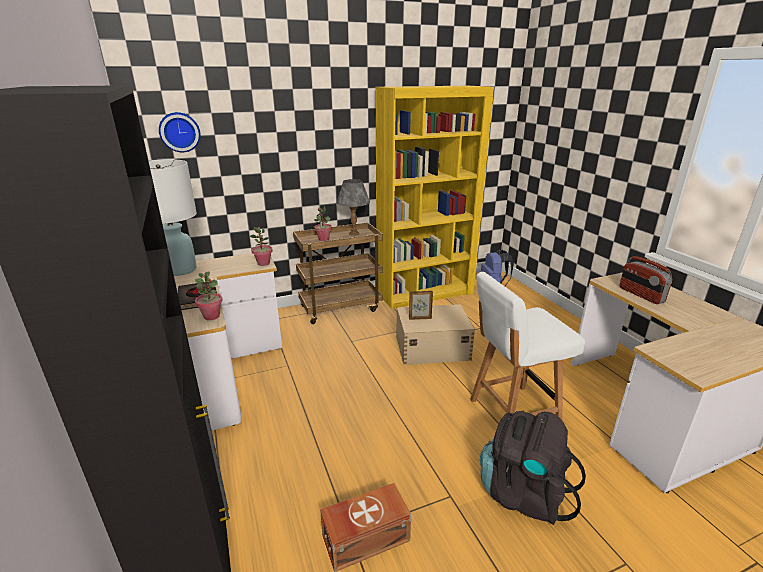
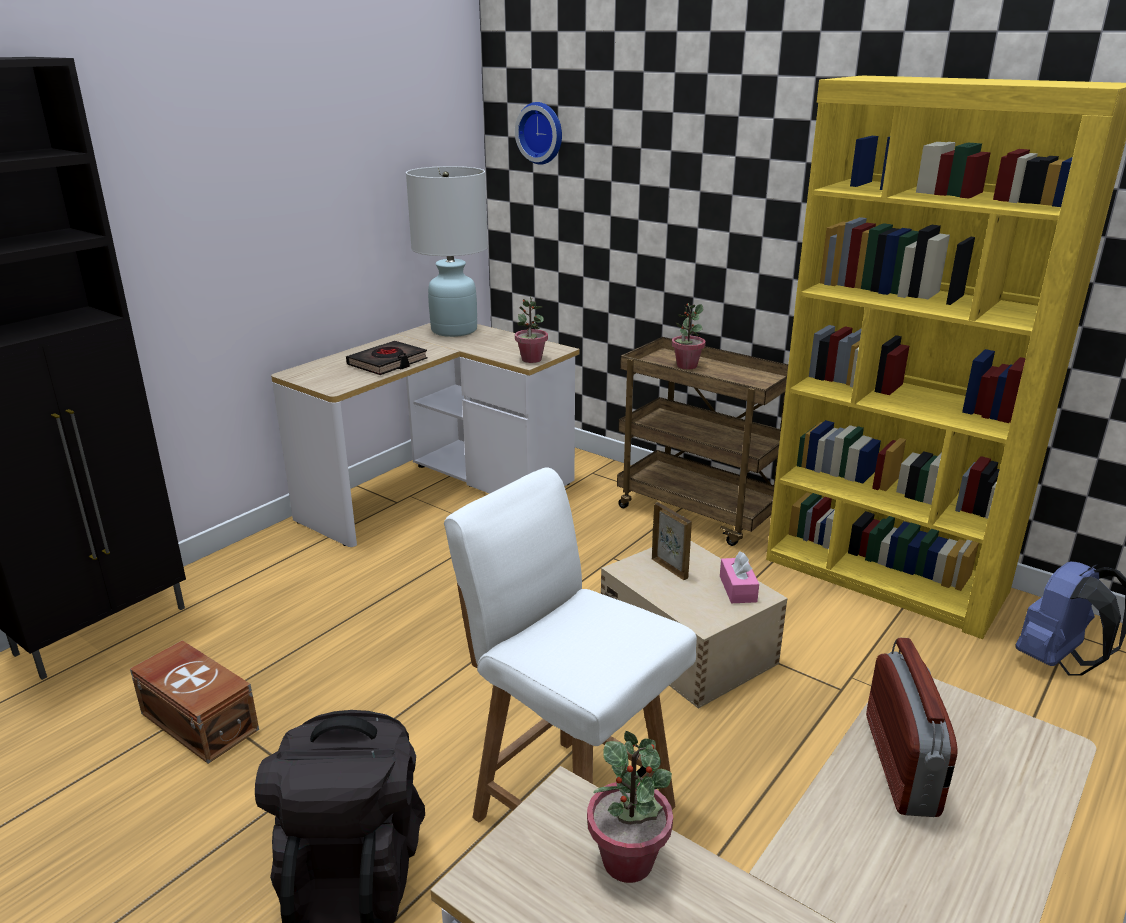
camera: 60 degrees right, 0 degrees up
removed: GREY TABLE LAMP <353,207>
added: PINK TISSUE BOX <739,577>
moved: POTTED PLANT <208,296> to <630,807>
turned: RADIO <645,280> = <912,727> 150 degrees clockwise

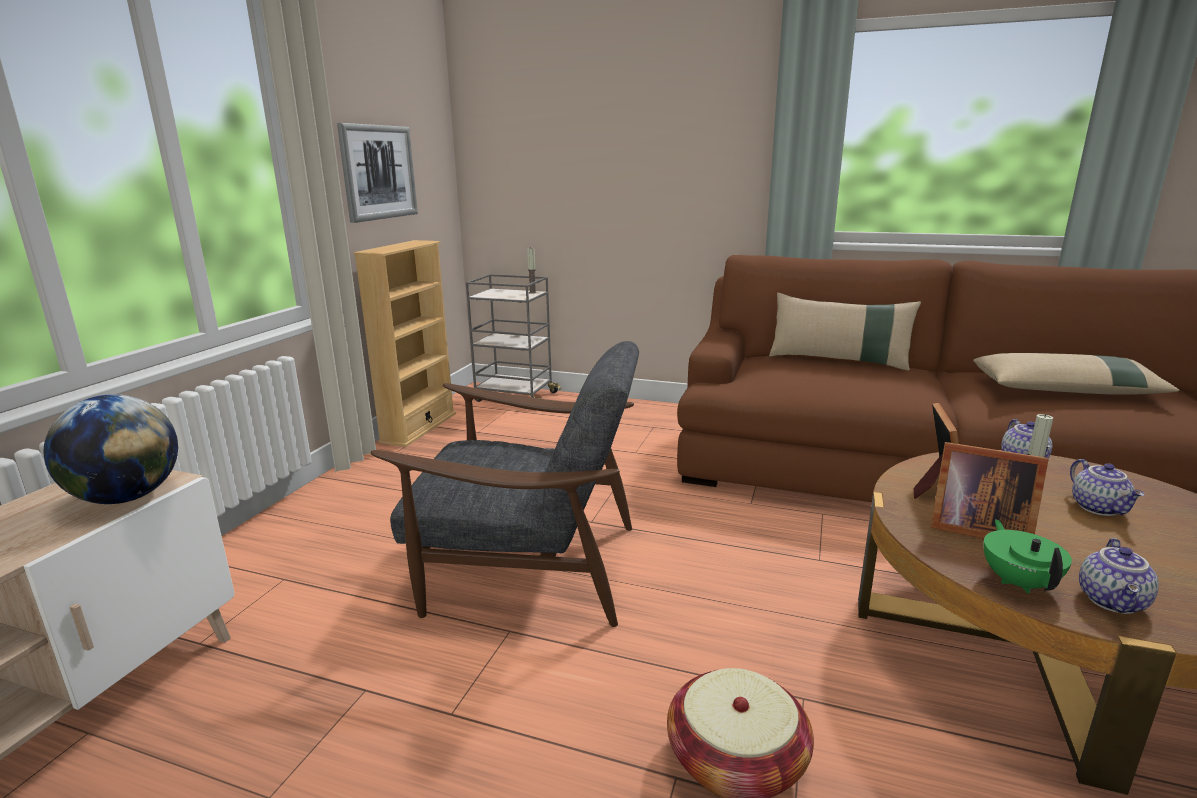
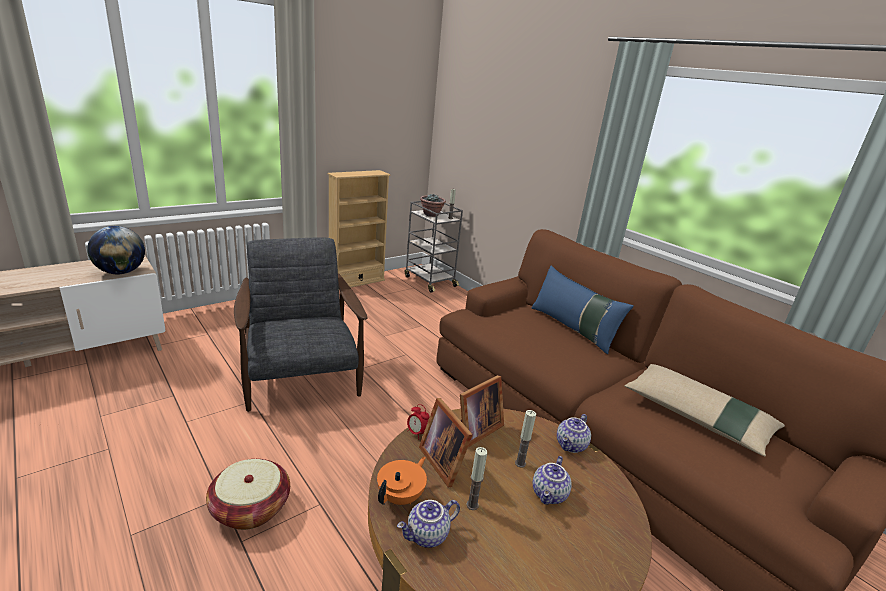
camera: 30 degrees right, 5 degrees up
removed: PICTURE <377,173>
added: POTTED PLANT <433,205>; ALARM CLOCK <418,421>; CANDLE <476,478>
recoloured: BEIGE PILLOW <845,332> to BLUE PILLOW <583,310>; GREEN TEAPOT <1027,556> to ORANGE TEAPOT <402,480>
turned: GREY ARMCHAIR <505,484> = <301,324> 150 degrees counterclockwise

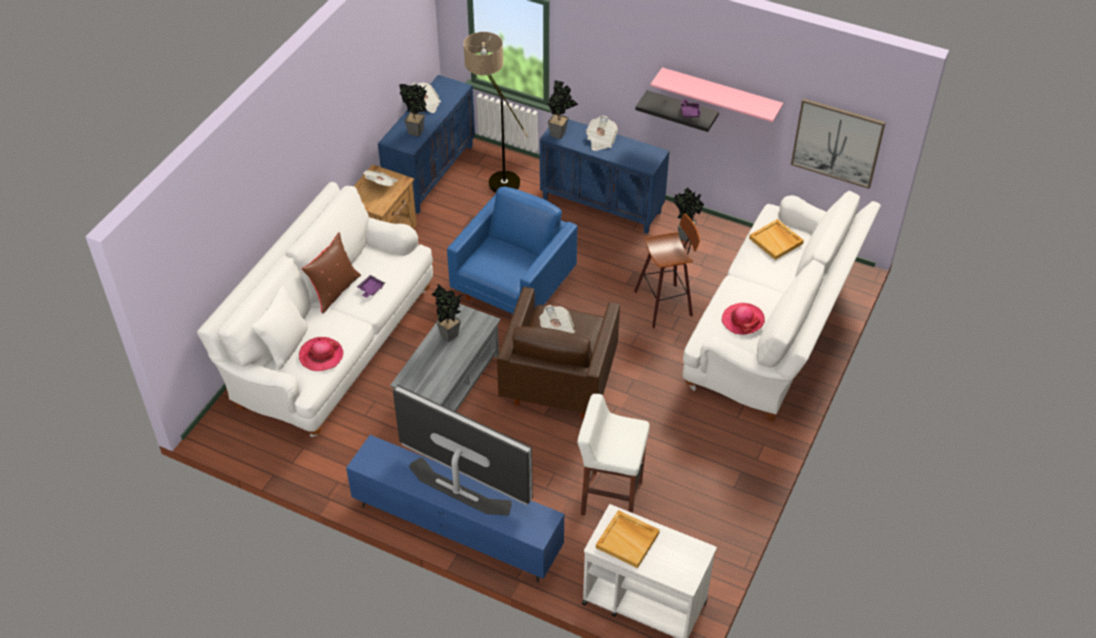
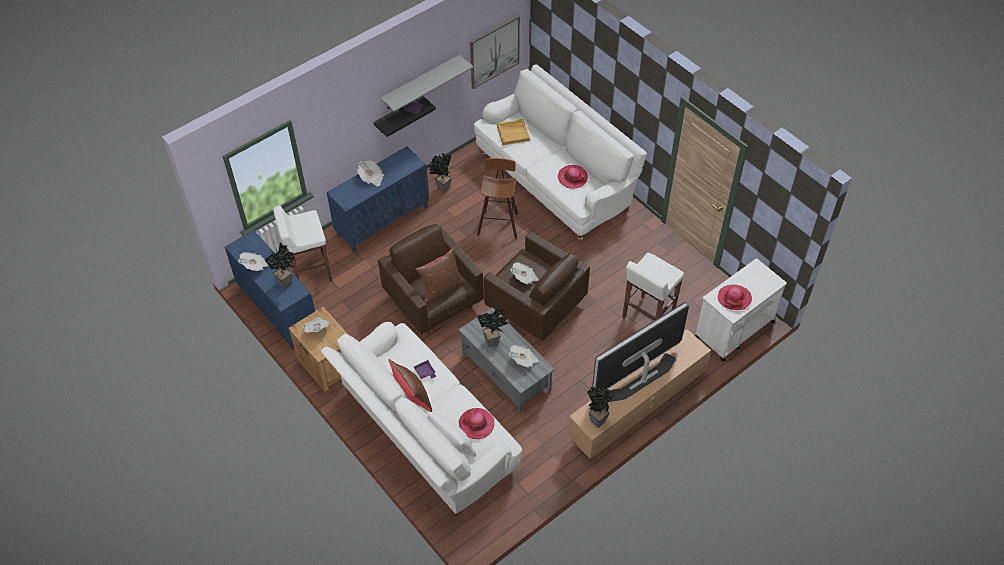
camera: 65 degrees left, 5 degrees up
added: BROWN PILLOW <440,275>; NEWSPAPER <524,356>
moved: POTTED PLANT <562,109> to <600,406>
replaced: FLOOR LAMP <496,112> to WHITE STOOL <302,243>; BEIGE TRAY <628,539> to HAT <735,297>
recoloured: PINK SHELF <716,94> to GREY SHELF <427,83>; BLUE ARMCHAIR <512,250> to BROWN ARMCHAIR <431,279>; BLUE TV STAND <455,508> to BROWN TV STAND <639,395>

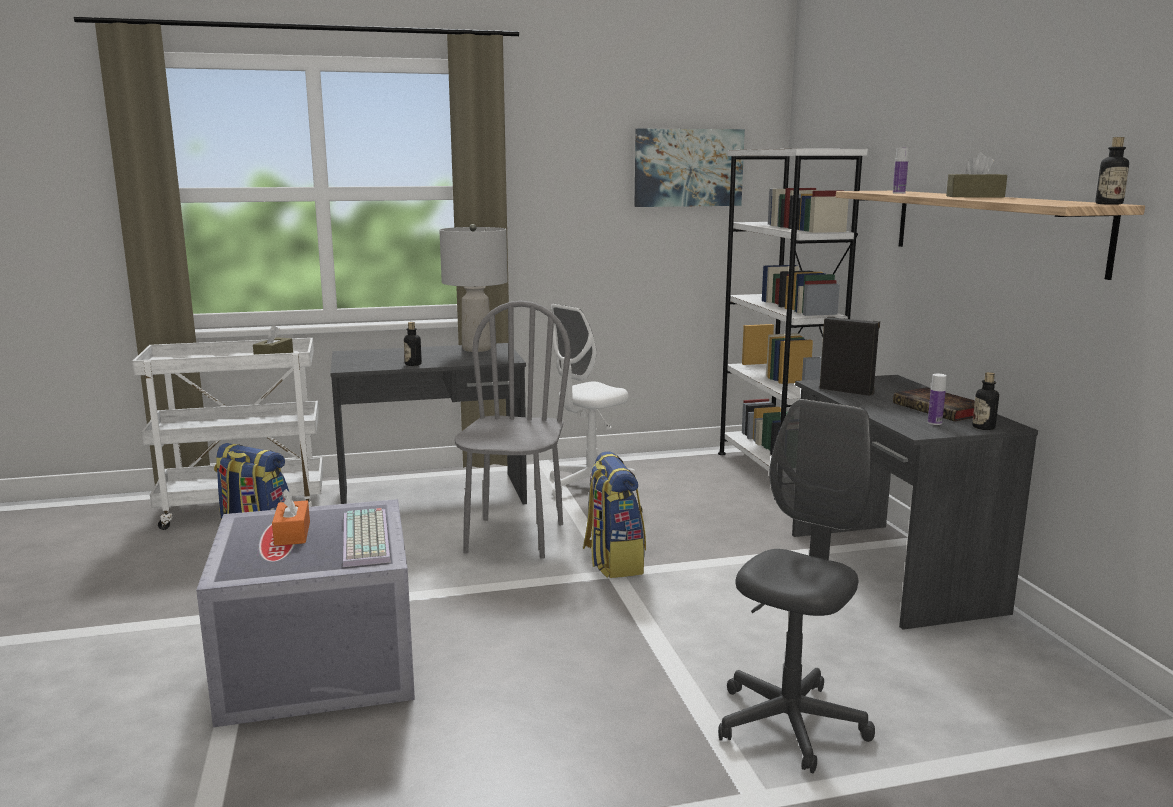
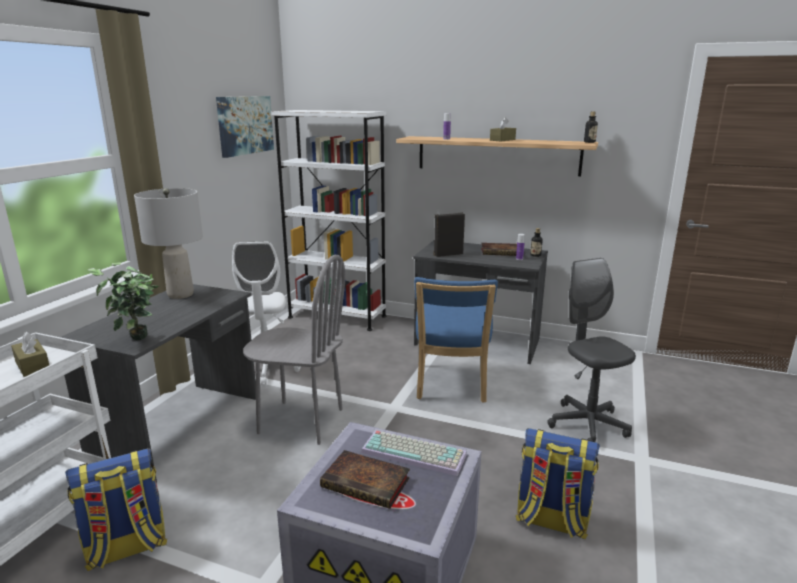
camera: 55 degrees left, 5 degrees up
removed: BOTTLE <413,344>
added: POTTED PLANT <123,301>; BLUE CHAIR <456,340>
moved: BACKPACK <614,514> to <558,483>
replaced: ORANGE TISSUE BOX <291,517> to BOOK <365,479>
turned: GREY CHAIR <512,430> = <294,349> 150 degrees clockwise

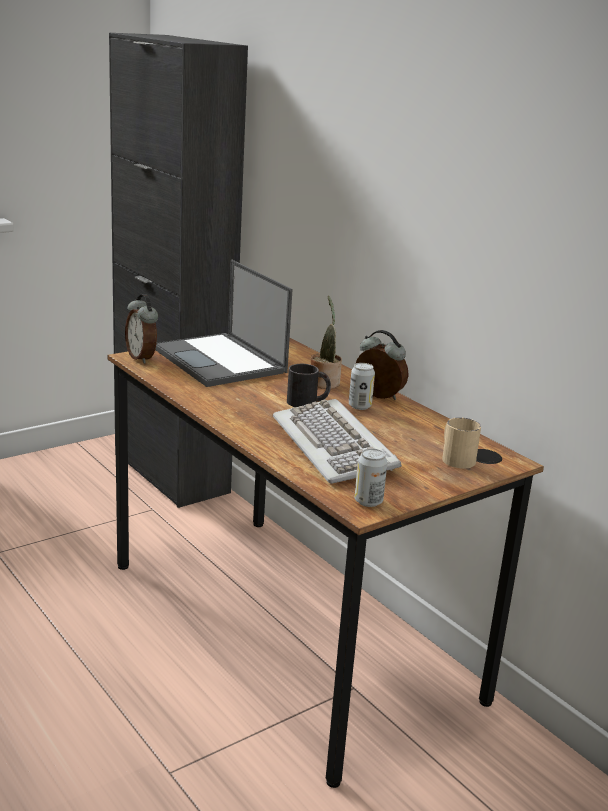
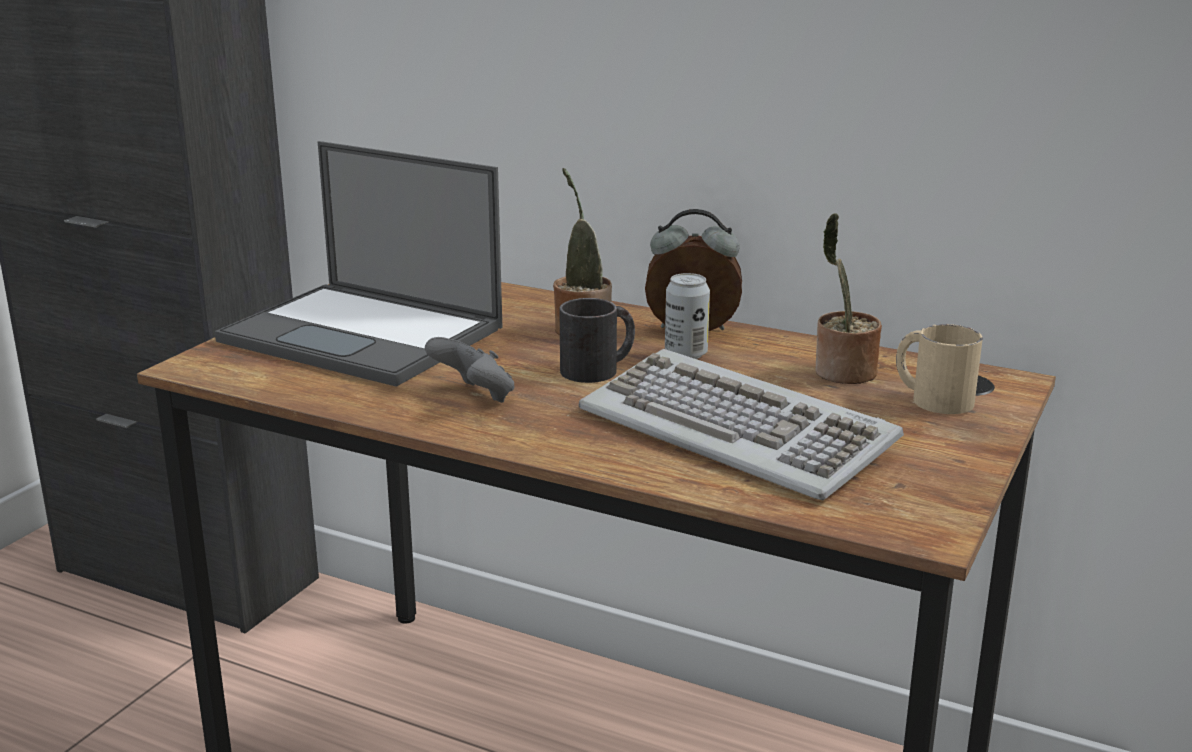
camera: 25 degrees left, 0 degrees up
removed: ALARM CLOCK <141,329>; CAN <371,477>
added: POTTED PLANT <848,298>; GREY GAME CONTROLLER <469,370>

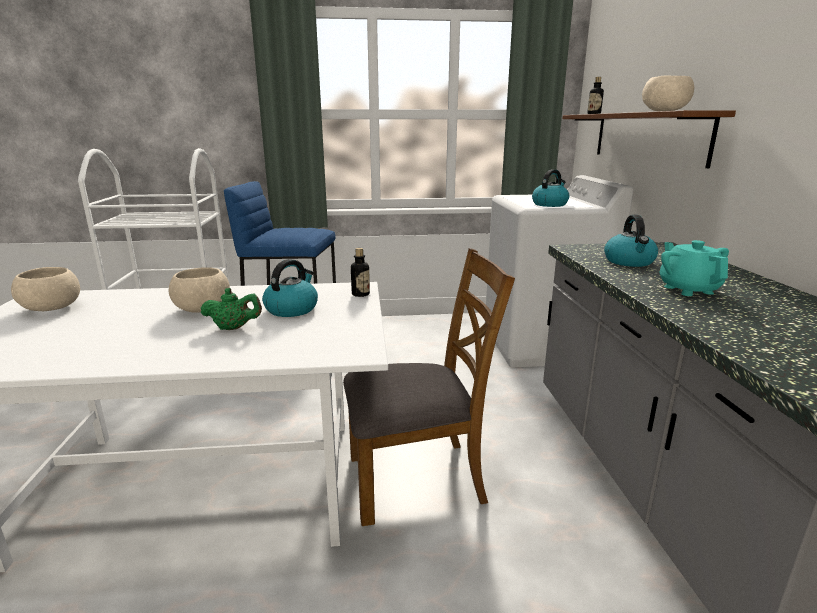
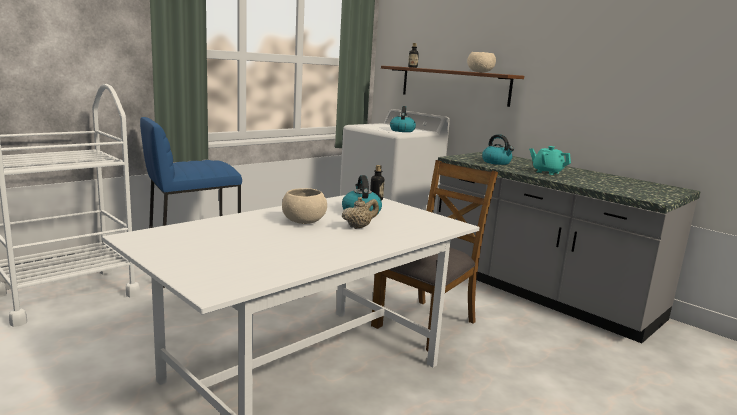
camera: 40 degrees left, 5 degrees down
removed: BEIGE BOWL <45,289>
recoloured: GREEN TEAPOT <231,309> to BEIGE TEAPOT <360,213>

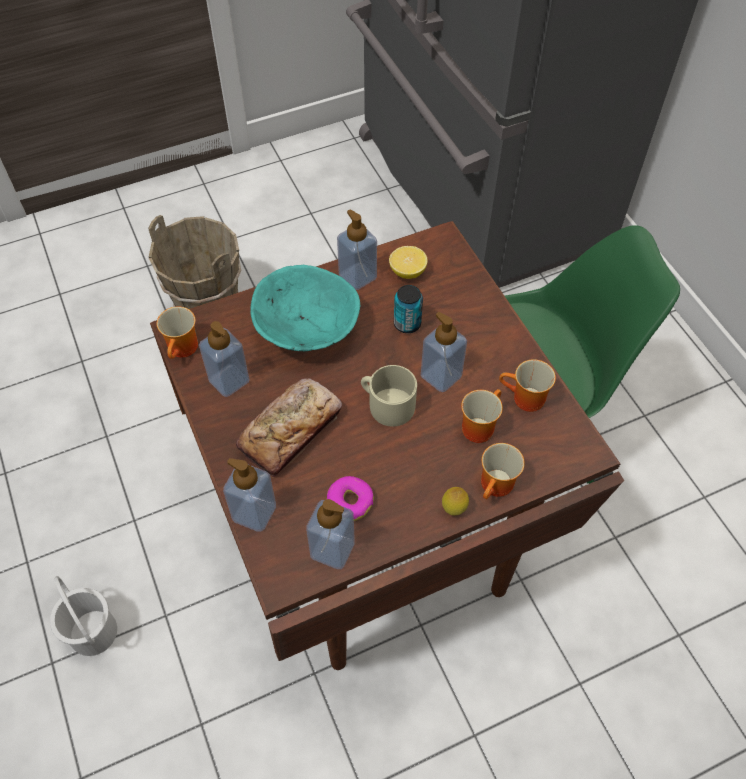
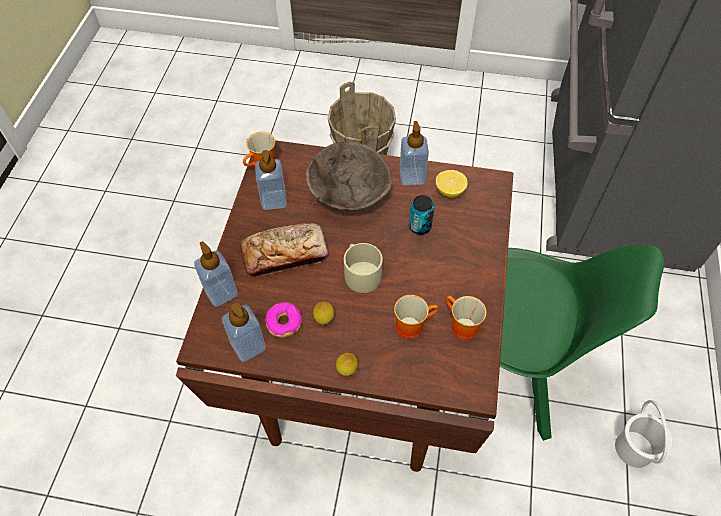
camera: 35 degrees right, 0 degrees up
removed: SOAP DISPENSER <444,352>; MUG <503,471>
added: LEMON <323,313>
moved: WHITE BUCKET <83,616> to <643,434>
recoloured: TURQUOISE BOWL <305,308> to BROWN BOWL <348,176>

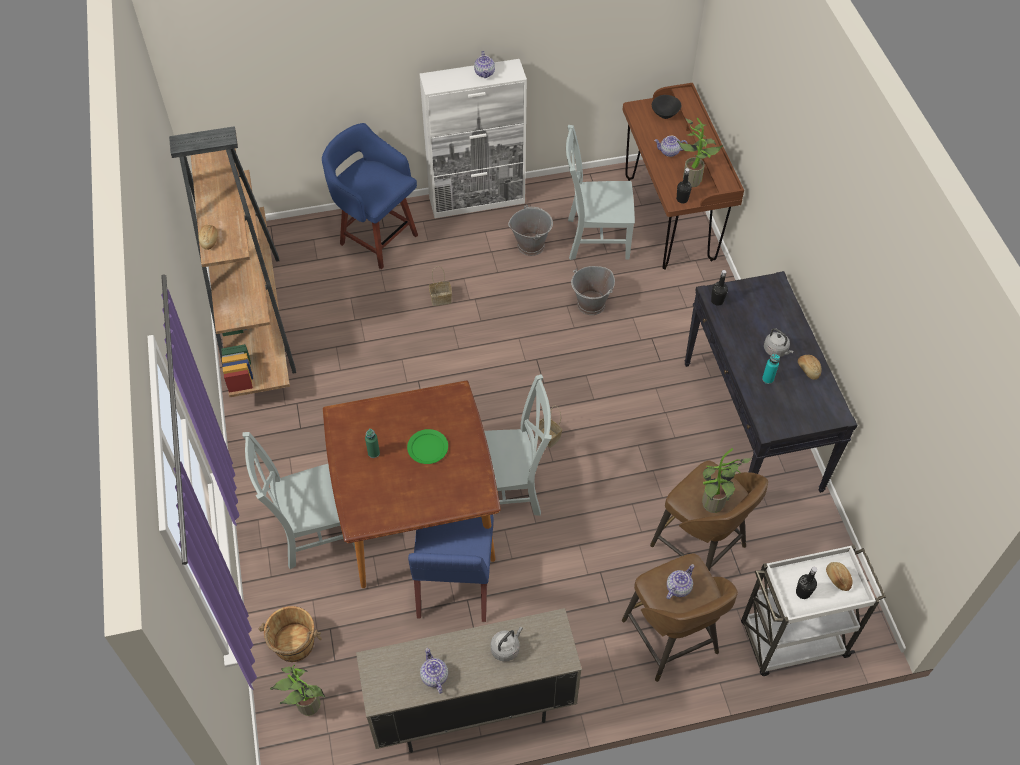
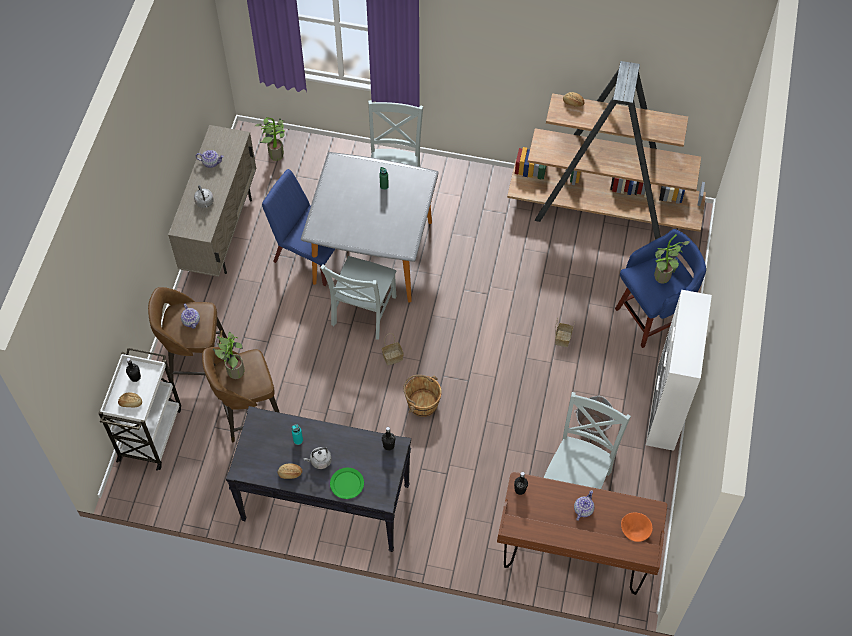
camera: 115 degrees right, 5 degrees up
removed: TEAPOT <484,64>; GREY BUCKET <593,290>
moved: POTTED PLANT <700,152> to <672,259>; GREEN PLATE <427,446> to <347,483>; BROWN BUCKET <290,634> to <423,396>
recoloured: BLACK BOWL <666,107> to ORANGE BOWL <636,527>; BROWN DINING TABLE <412,484> to GREY DINING TABLE <370,227>

